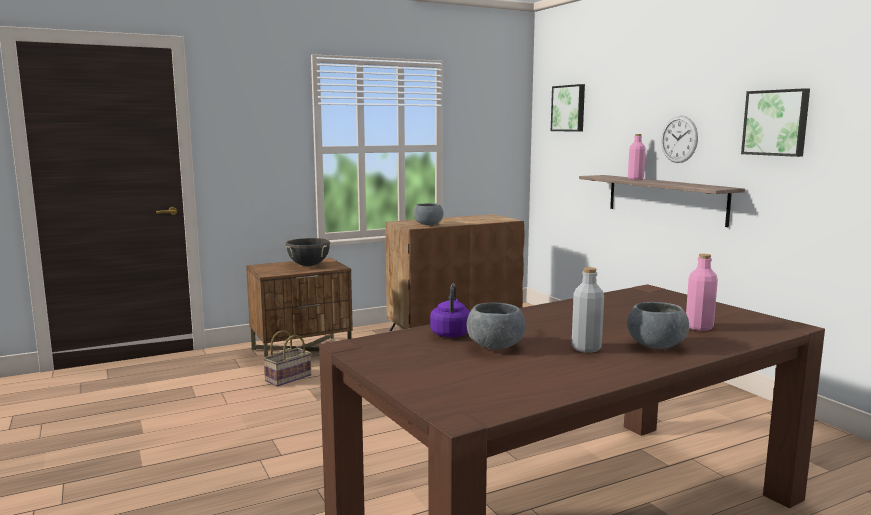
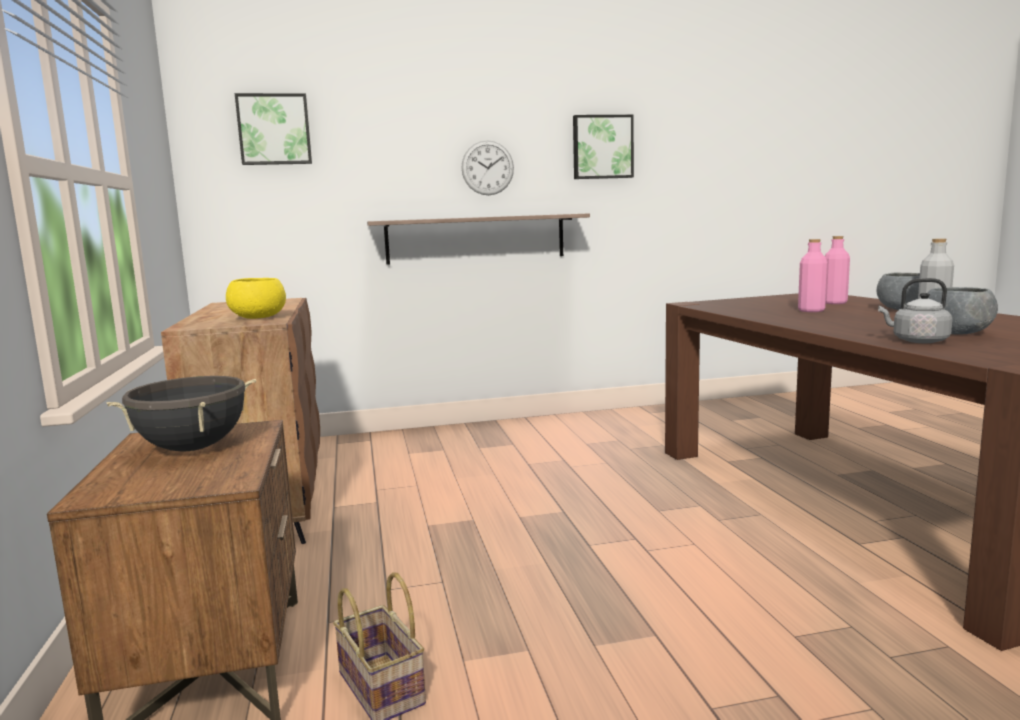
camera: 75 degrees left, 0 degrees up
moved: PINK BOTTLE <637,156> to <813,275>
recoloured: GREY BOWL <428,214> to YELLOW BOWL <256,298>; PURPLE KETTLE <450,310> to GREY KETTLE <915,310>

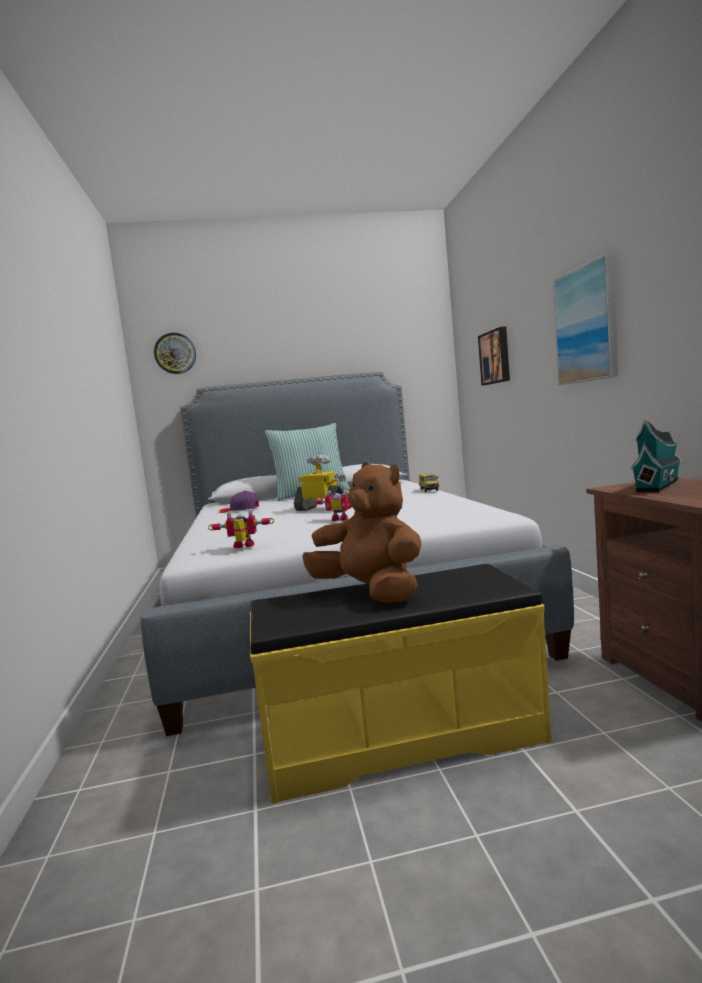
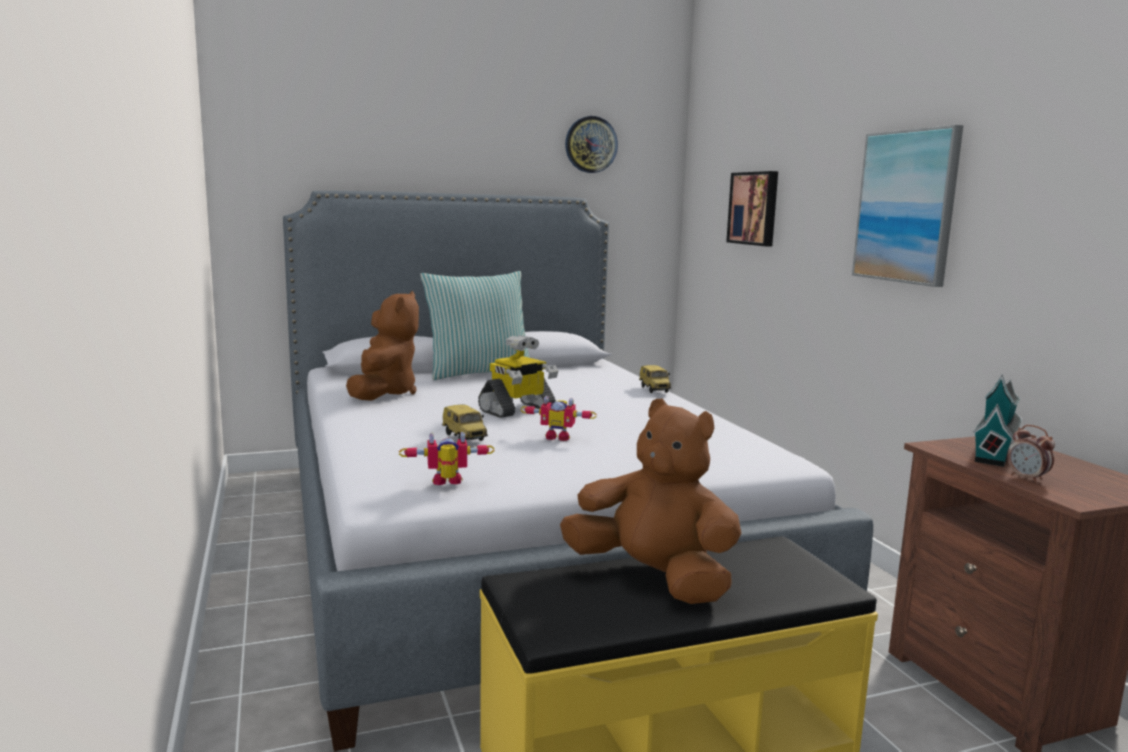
camera: 10 degrees left, 5 degrees up
added: TOY CAR <465,423>; ALARM CLOCK <1031,454>
moved: WALL CLOCK <175,353> to <591,144>
replaced: PURPLE CAP <239,502> to BROWN PLUSH TOY <382,346>
turned: TOY ROBOT <320,483> = <518,376> 120 degrees clockwise

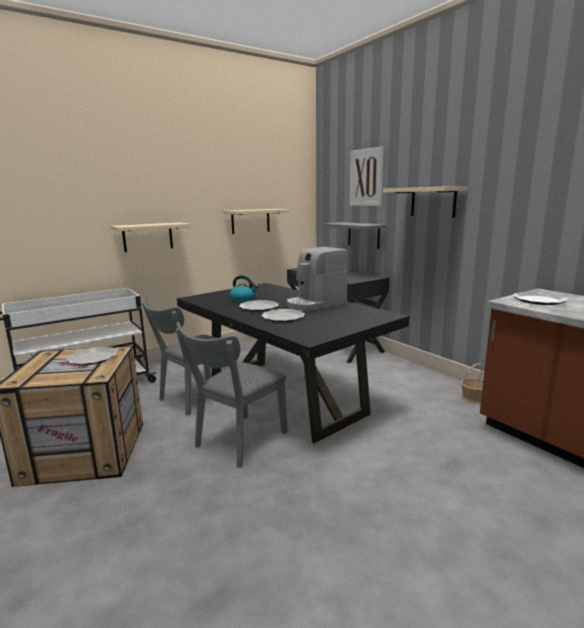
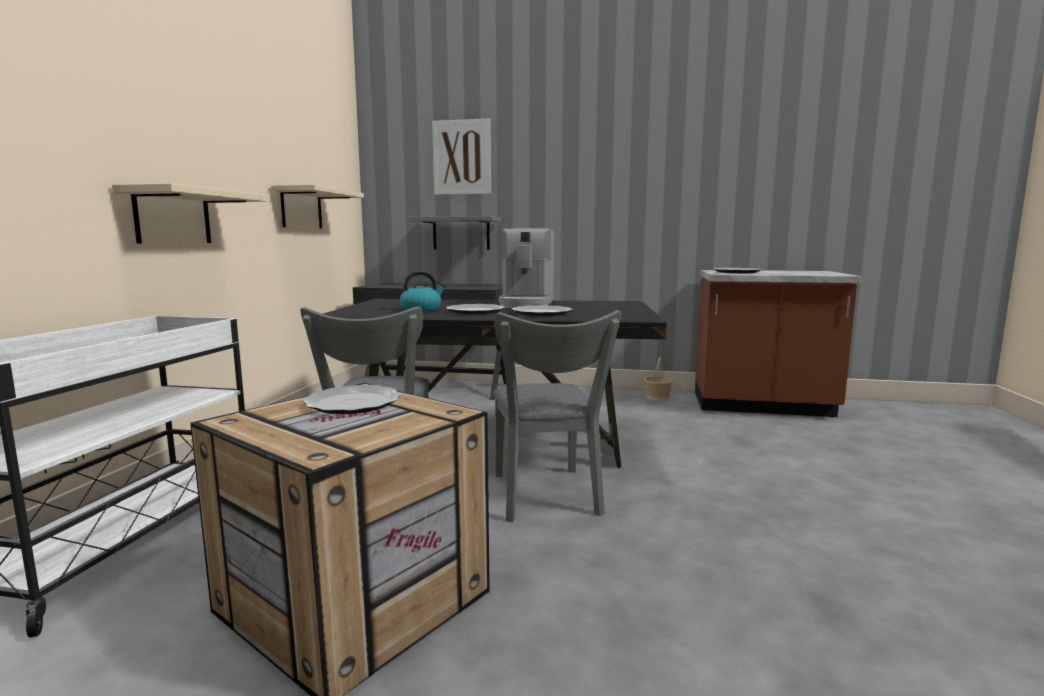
camera: 45 degrees left, 5 degrees down
removed: BEIGE SHELF <425,201>

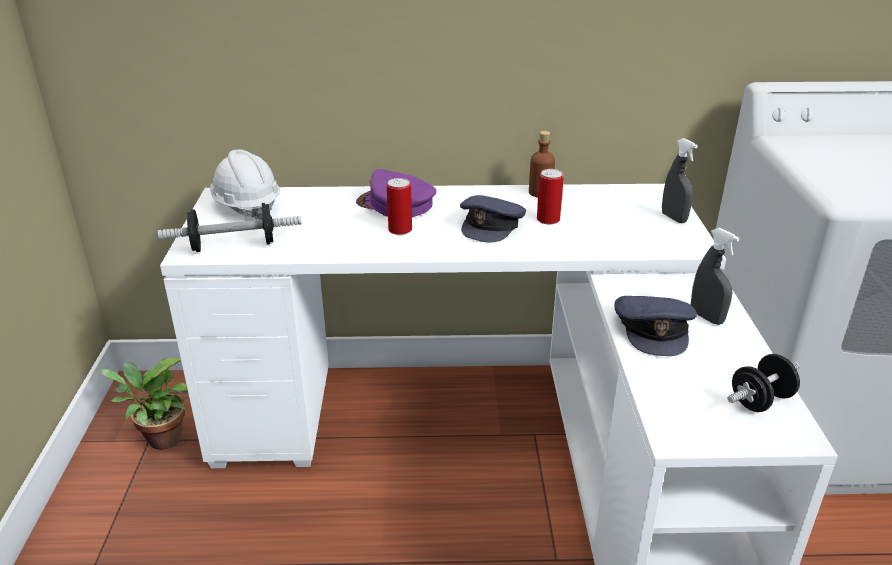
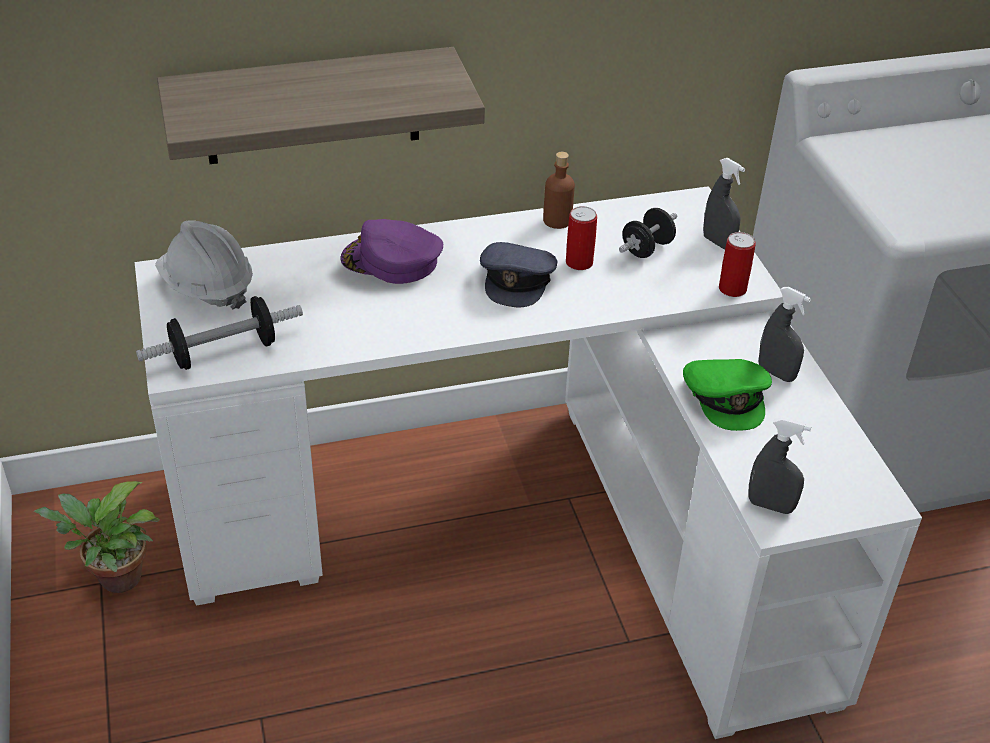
camera: 15 degrees left, 10 degrees up
added: SHELF <321,105>; GREY SPRAY BOTTLE <780,466>
moved: CAN <399,206> to <737,264>; BLACK DUMBBELL <764,383> to <648,233>
recoloured: GREY CAP <655,326> to GREEN CAP <727,395>

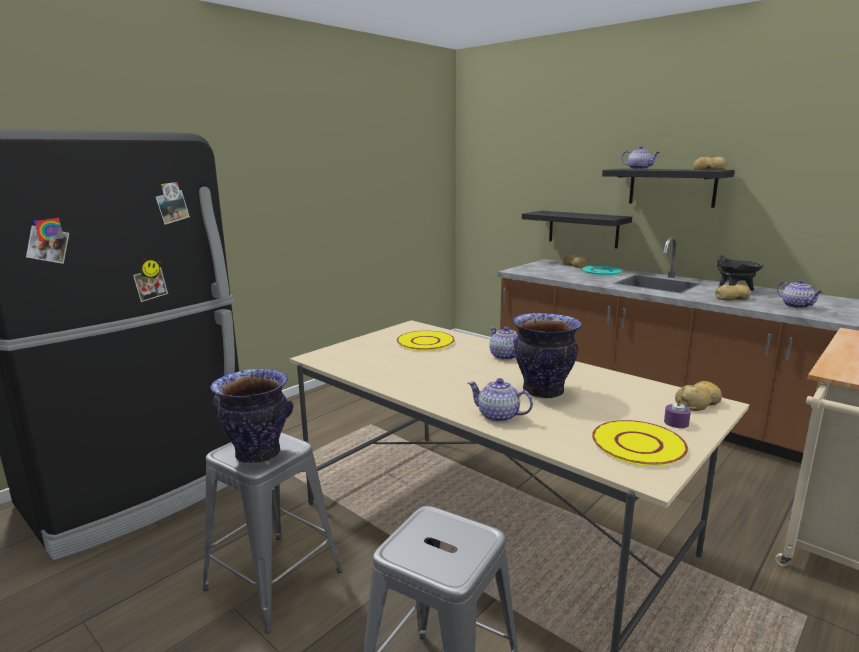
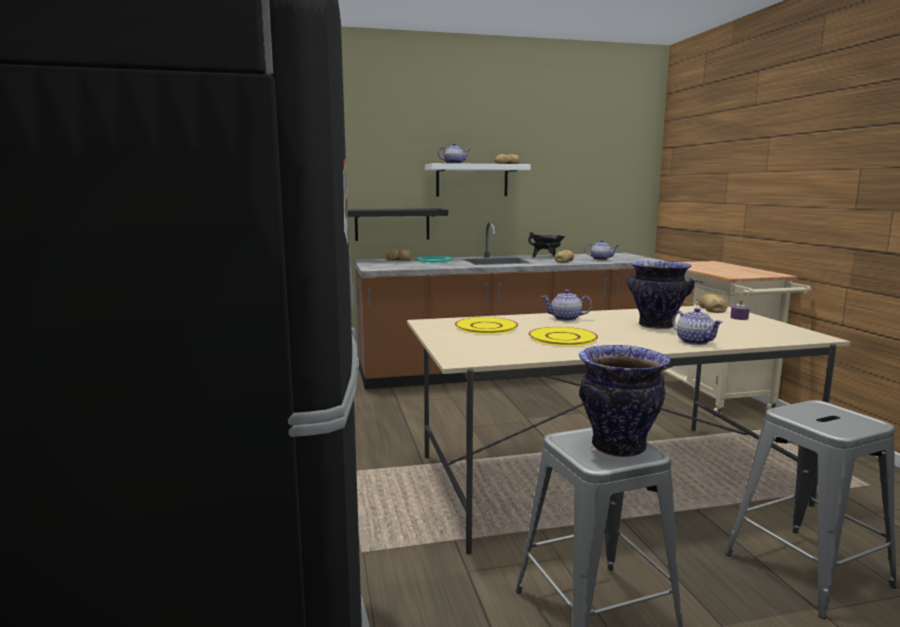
camera: 55 degrees left, 5 degrees down
moved: YELLOW PLATE <640,443> to <563,336>
recoloured: BLACK SHELF <668,188> to WHITE SHELF <478,180>
turned: TEAPOT <500,400> = <697,326> 90 degrees counterclockwise

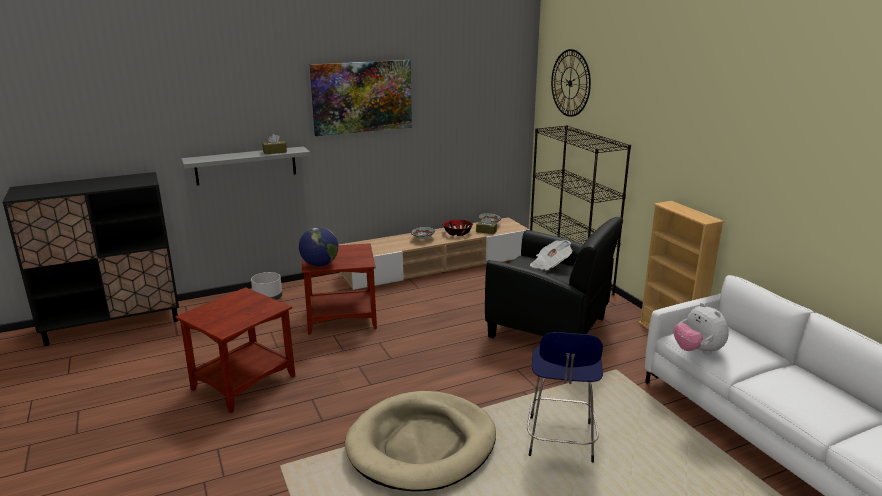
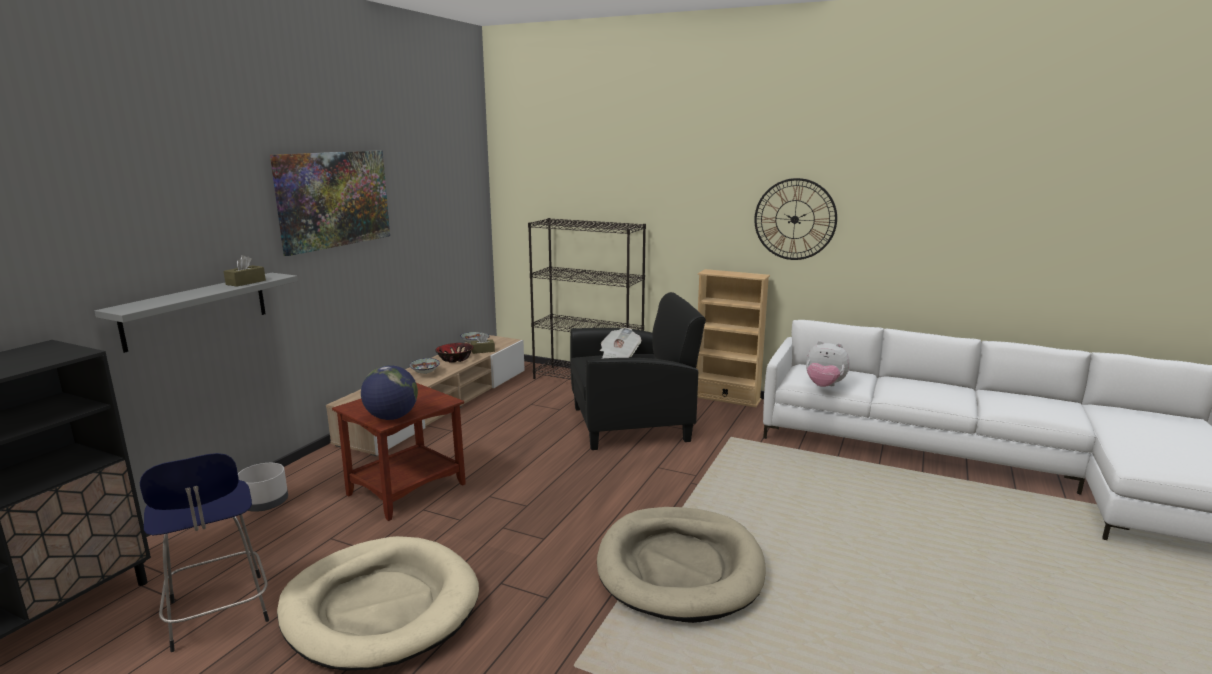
camera: 40 degrees left, 5 degrees down
moved: WALL CLOCK <571,83> to <795,219>; BLUE STOOL <565,397> to <204,552>
replaced: BROWN SIDE TABLE <235,350> to BEIGE DOG BED <378,603>

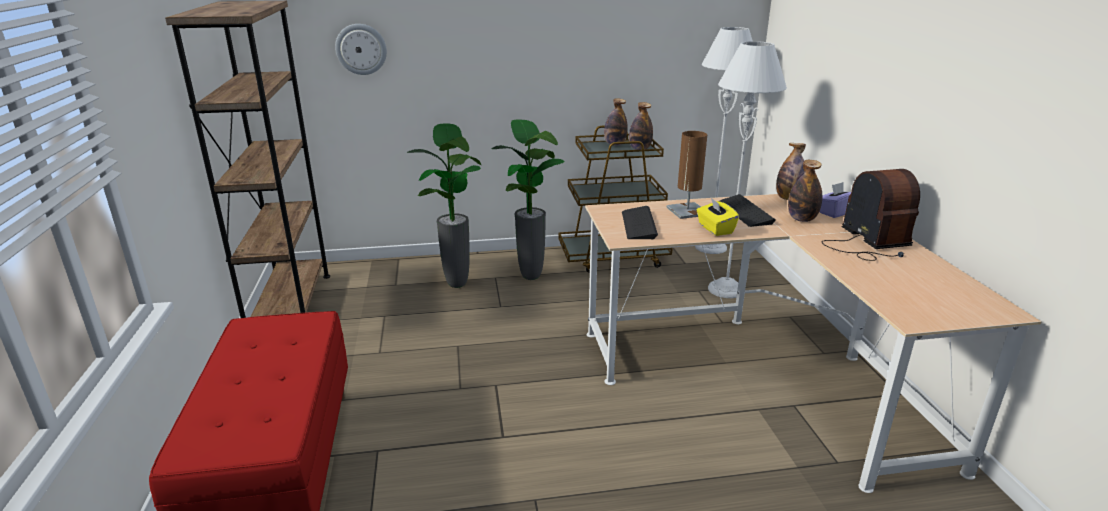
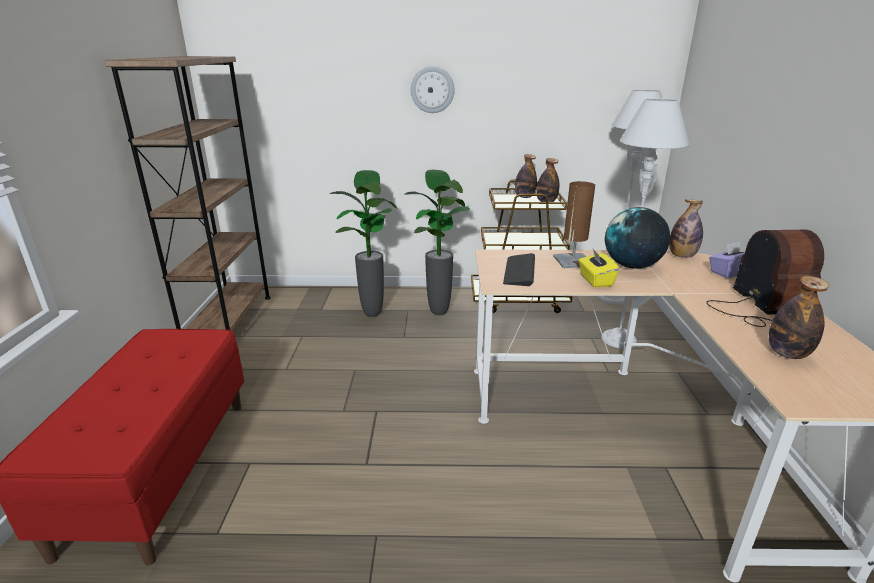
camera: 10 degrees right, 0 degrees up
moved: WALL CLOCK <361,49> to <432,89>; BOTTLE <805,191> to <799,317>
replaced: KEYBOARD <747,210> to GLOBE <637,238>

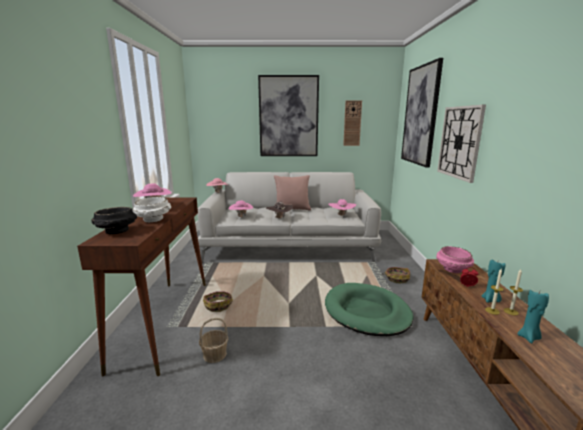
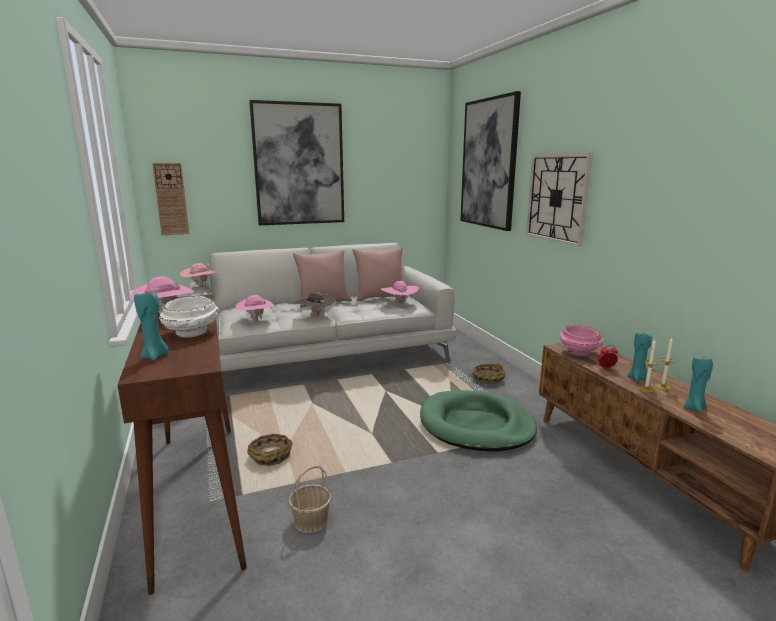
camera: 20 degrees left, 0 degrees up
added: PINK PILLOW <380,274>
moved: WALL CLOCK <352,123> to <170,199>
replaced: BLACK BOWL <114,220> to TURQUOISE CANDLE <151,326>

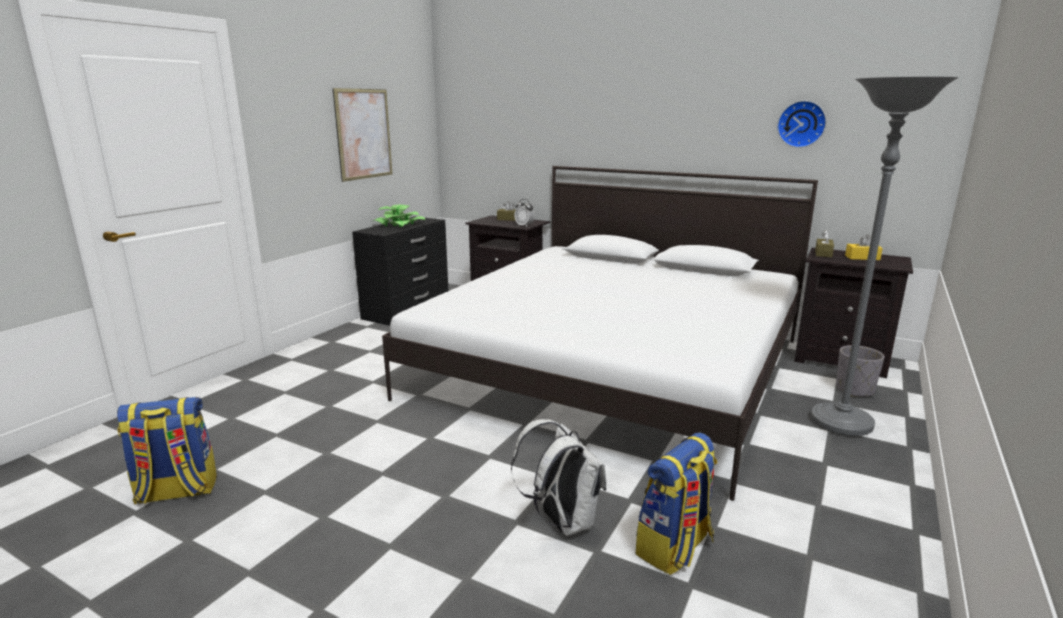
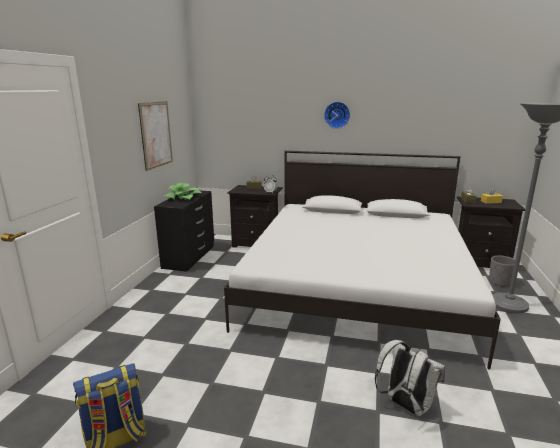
camera: 15 degrees left, 0 degrees up
removed: BACKPACK <676,503>
moved: WALL CLOCK <802,124> to <337,115>

